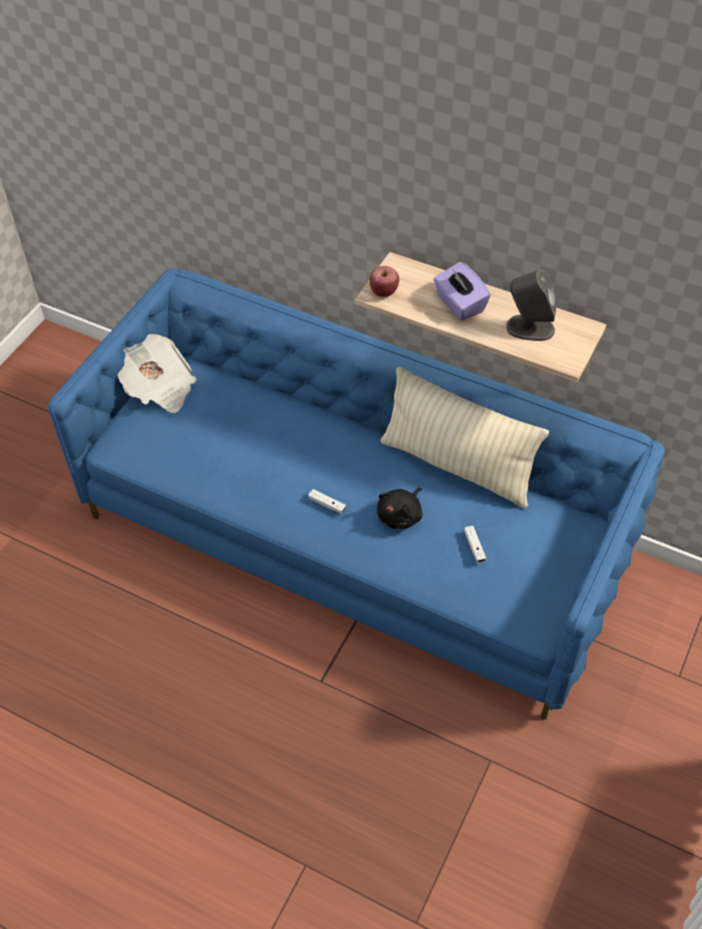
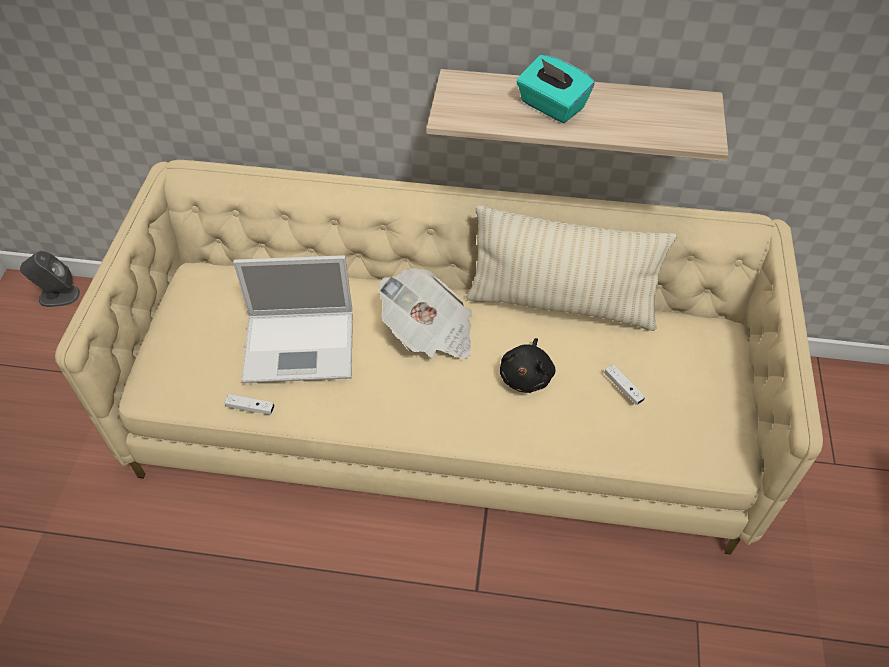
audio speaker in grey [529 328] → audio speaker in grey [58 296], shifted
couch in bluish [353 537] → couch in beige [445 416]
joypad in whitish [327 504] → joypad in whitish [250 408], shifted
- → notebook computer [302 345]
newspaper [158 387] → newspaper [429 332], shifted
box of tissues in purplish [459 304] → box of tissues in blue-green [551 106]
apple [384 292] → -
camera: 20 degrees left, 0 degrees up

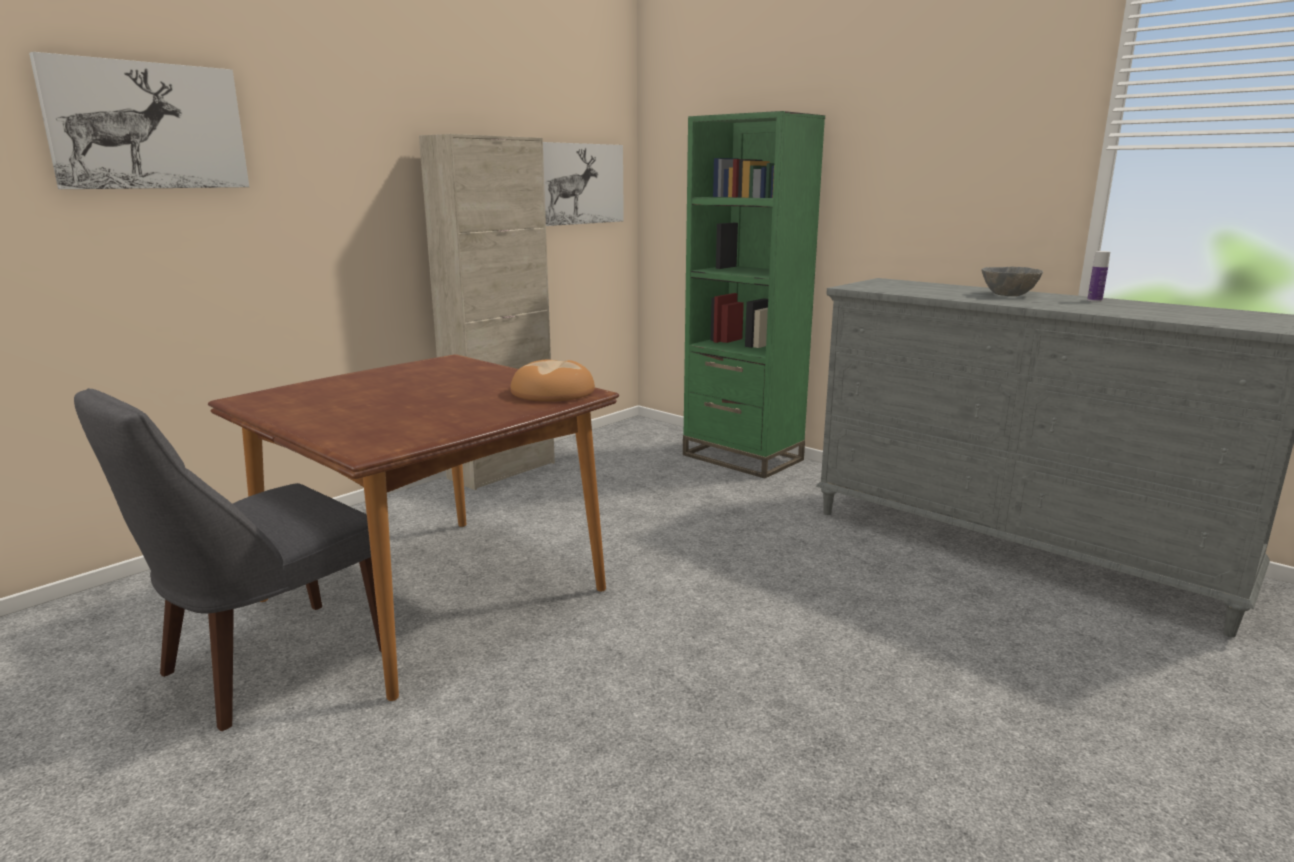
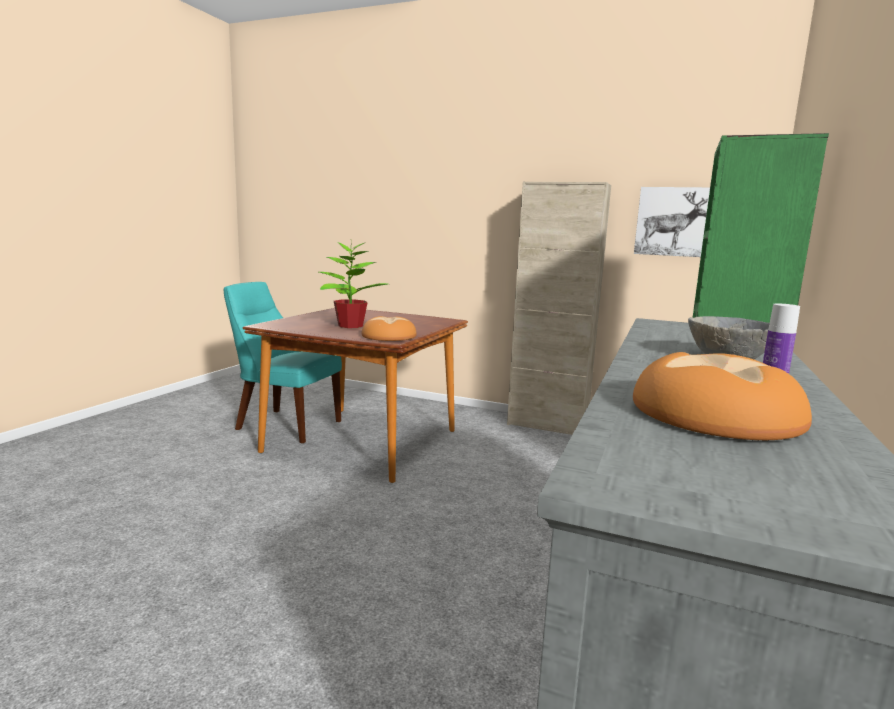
plain chair in grey [266 666] → plain chair in blue-green [285 425]
- → houseplant [349 326]
- → bakery bread [715 415]
picture [147 126] → -
camera: 70 degrees right, 5 degrees down

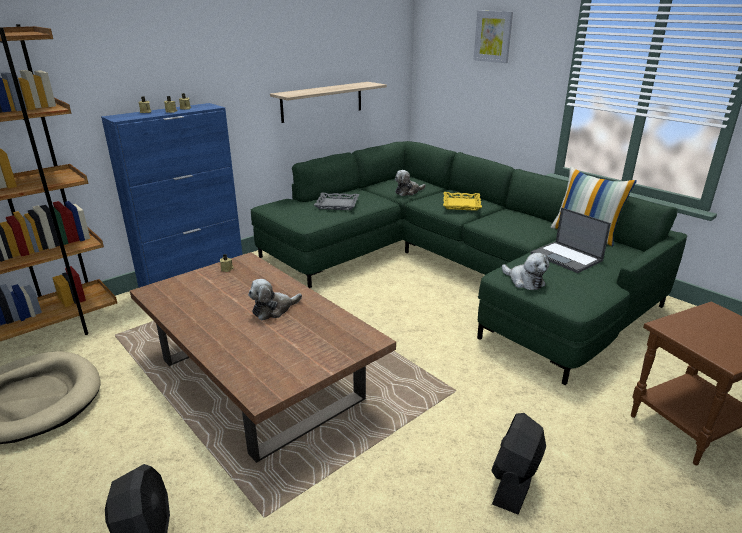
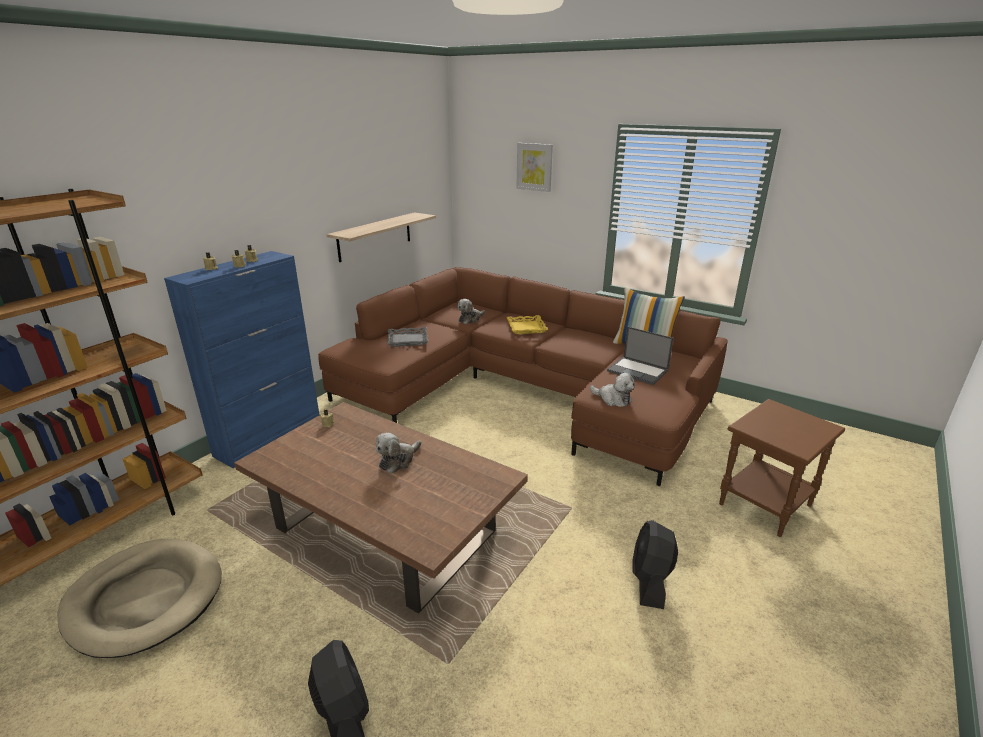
couch in green [451 269] → couch in brown [523 389]
camera: 15 degrees left, 0 degrees up

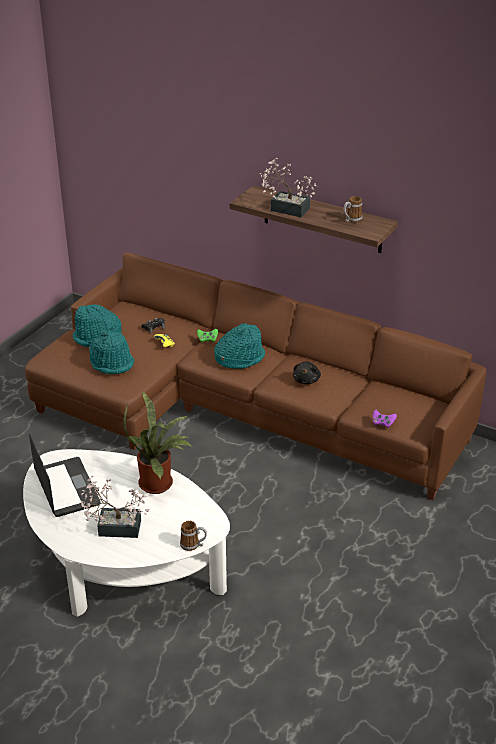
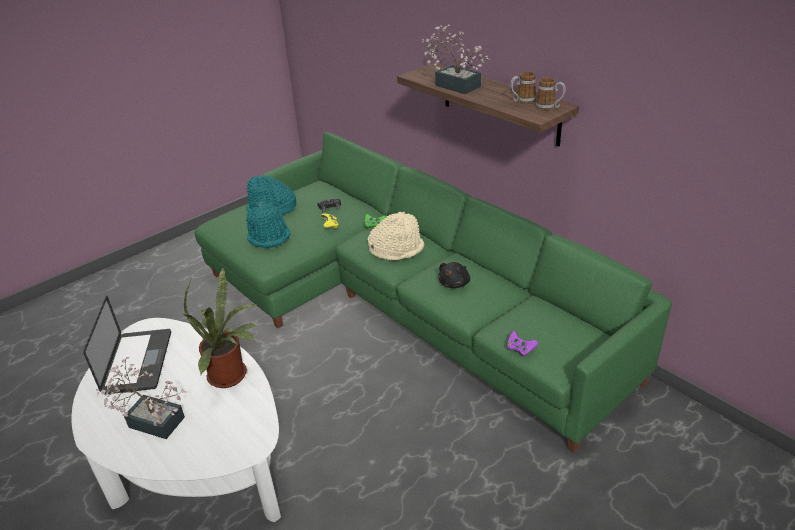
couch in brown [238 408] → couch in green [400 302]
hat in blue-green [239 358] → hat in beige [396 249]
coffee mug [193 545] → coffee mug [549 107], shifted
camera: 20 degrees right, 0 degrees up

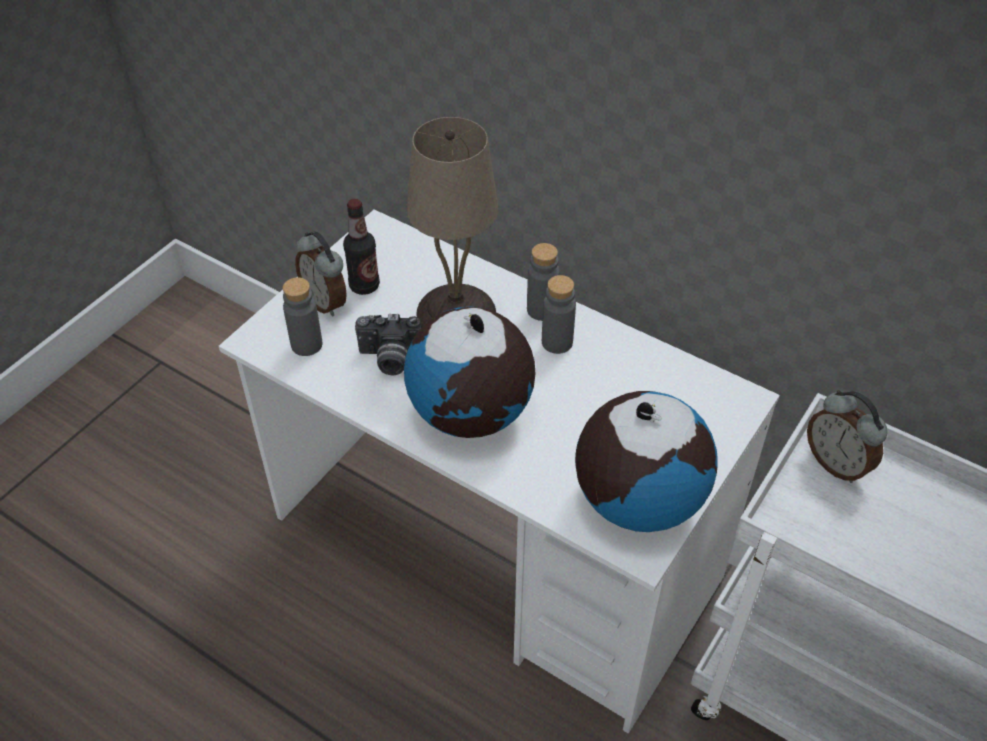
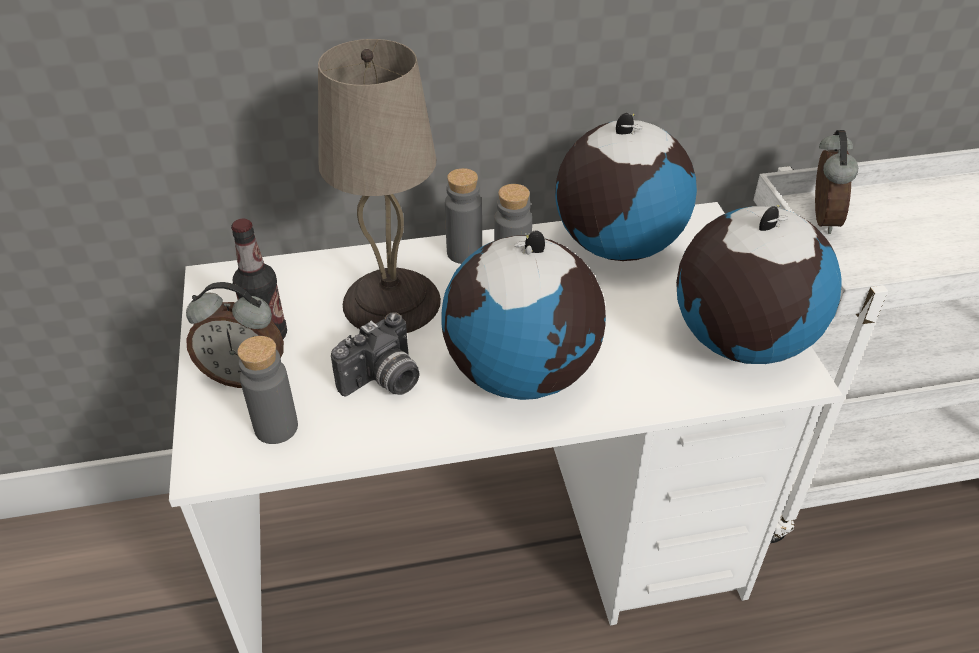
- → world globe [616 245]
bedside clock [836 463] → bedside clock [820 219], 90 degrees counterclockwise
camera: 45 degrees left, 5 degrees down

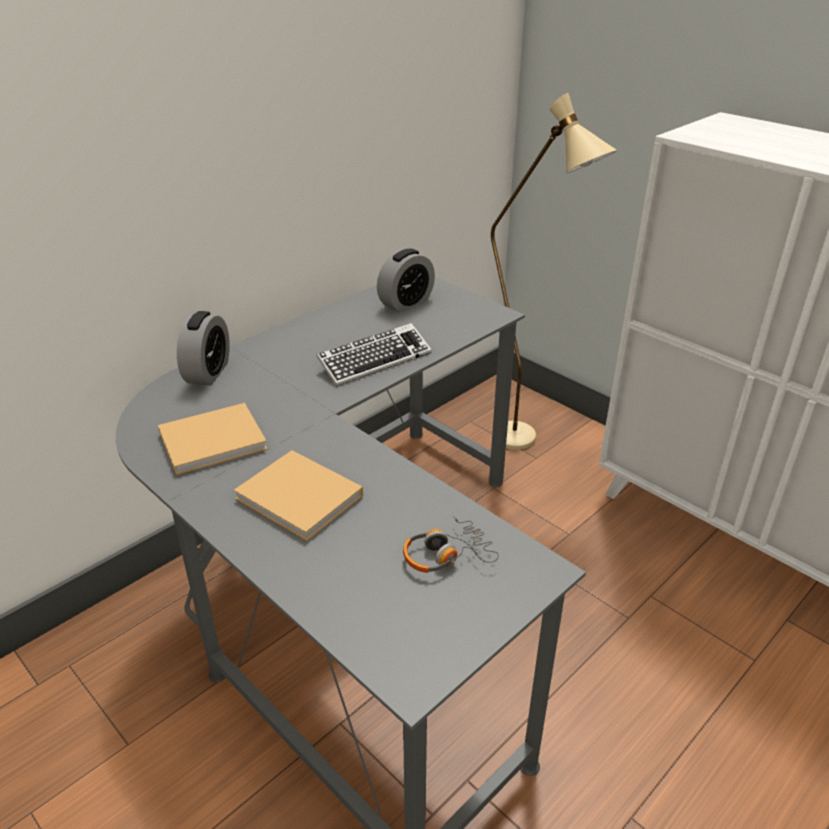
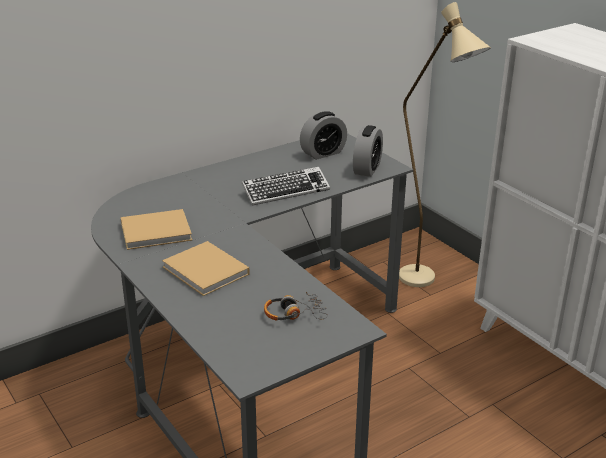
bedside clock [208 373] → bedside clock [367 169], shifted
camera: 10 degrees right, 5 degrees down

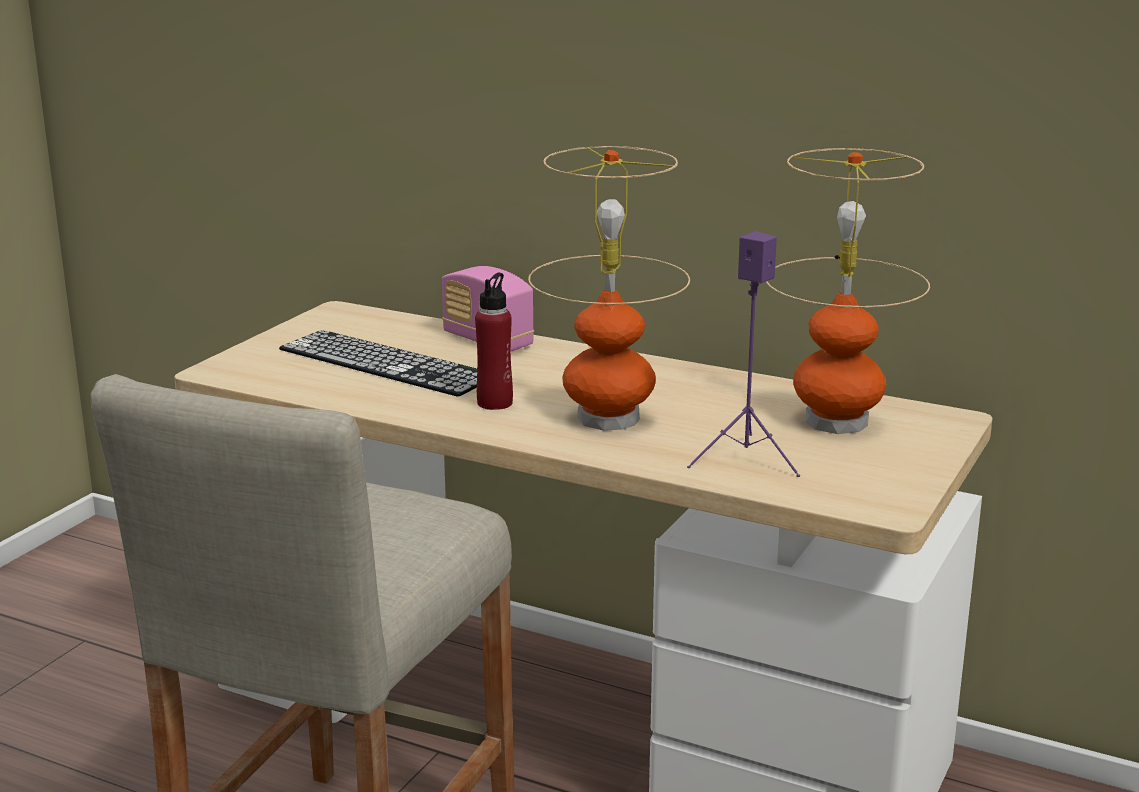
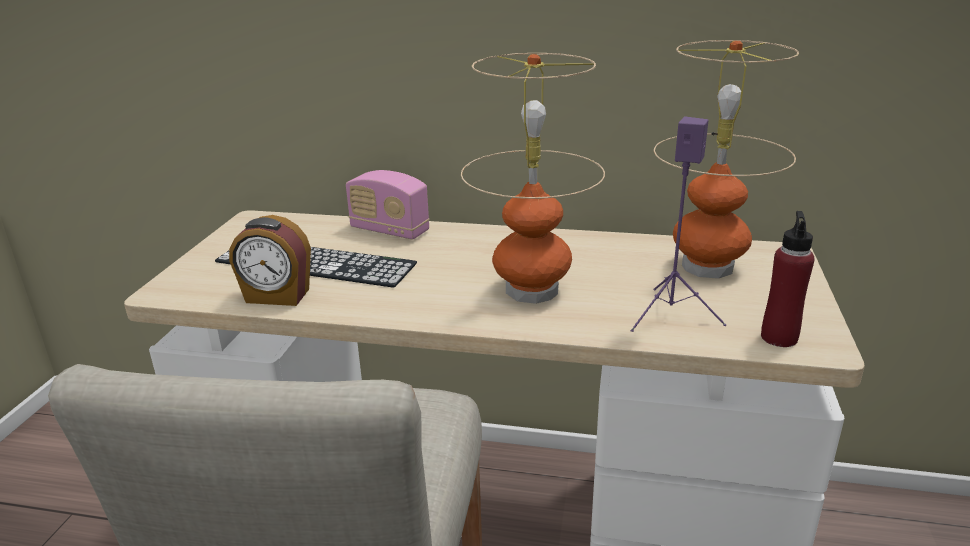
- → bedside clock [277 296]
beverage bottle in reddish [495 403] → beverage bottle in reddish [779 337], shifted
camera: 15 degrees left, 5 degrees up

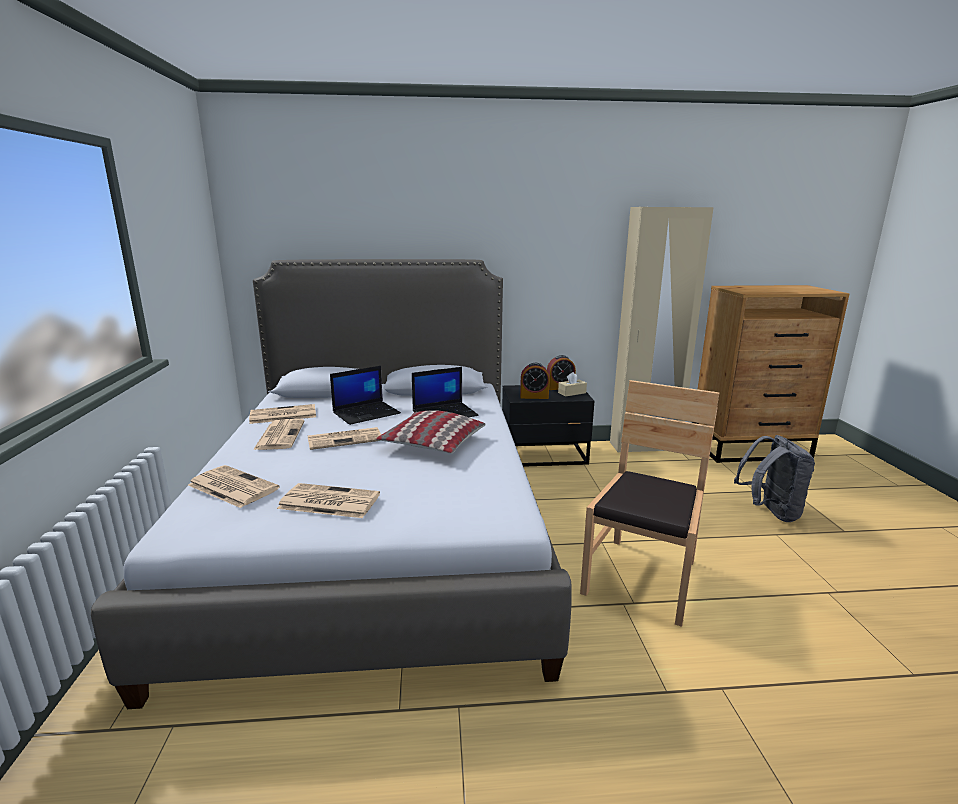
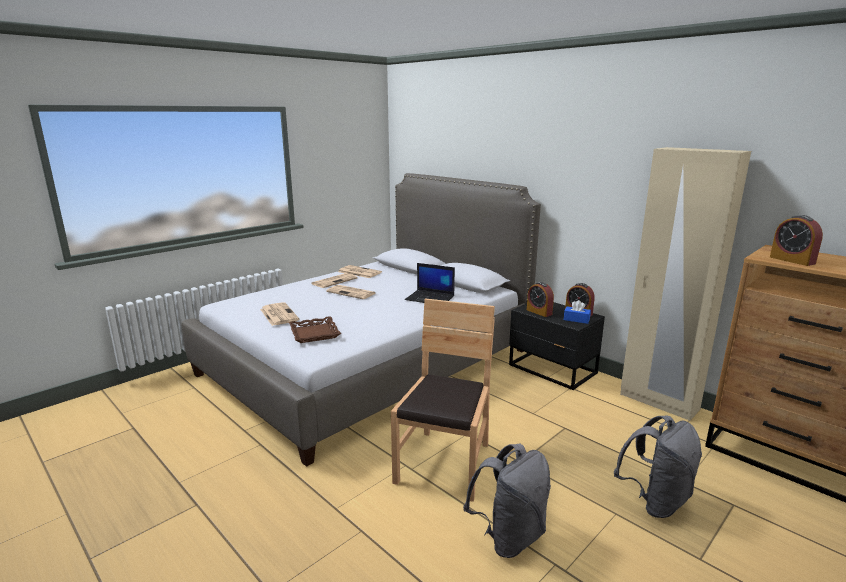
- → serving tray in brown [314 333]
plain chair in brown [642 578] → plain chair in brown [445 463], 60 degrees counterclockwise
- → knapsack in grey [509 537]
box of tissues in beige [572 393] → box of tissues in bluish [576 319]
- → bedside clock [792 260]
newspaper [231 487] → -
notebook computer [367 413] → -
cushion [432 444] → -
camera: 50 degrees right, 0 degrees up

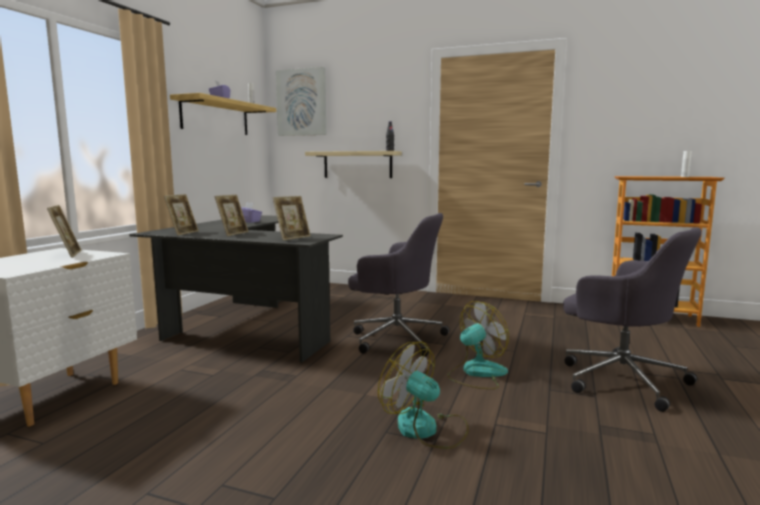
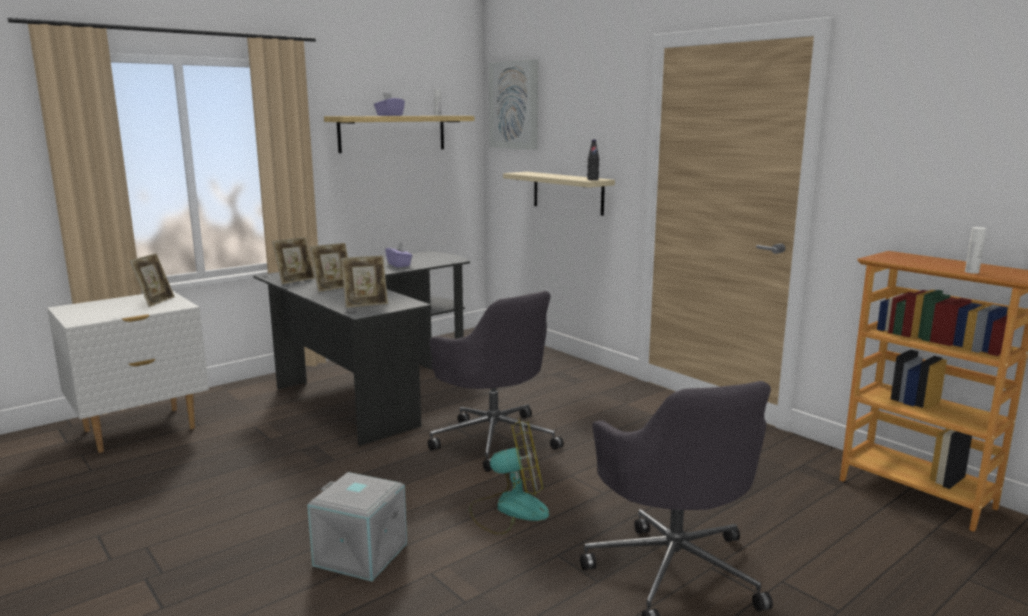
cooling fan [426 429] → storage bin in grey [359 555]
camera: 30 degrees right, 5 degrees up

